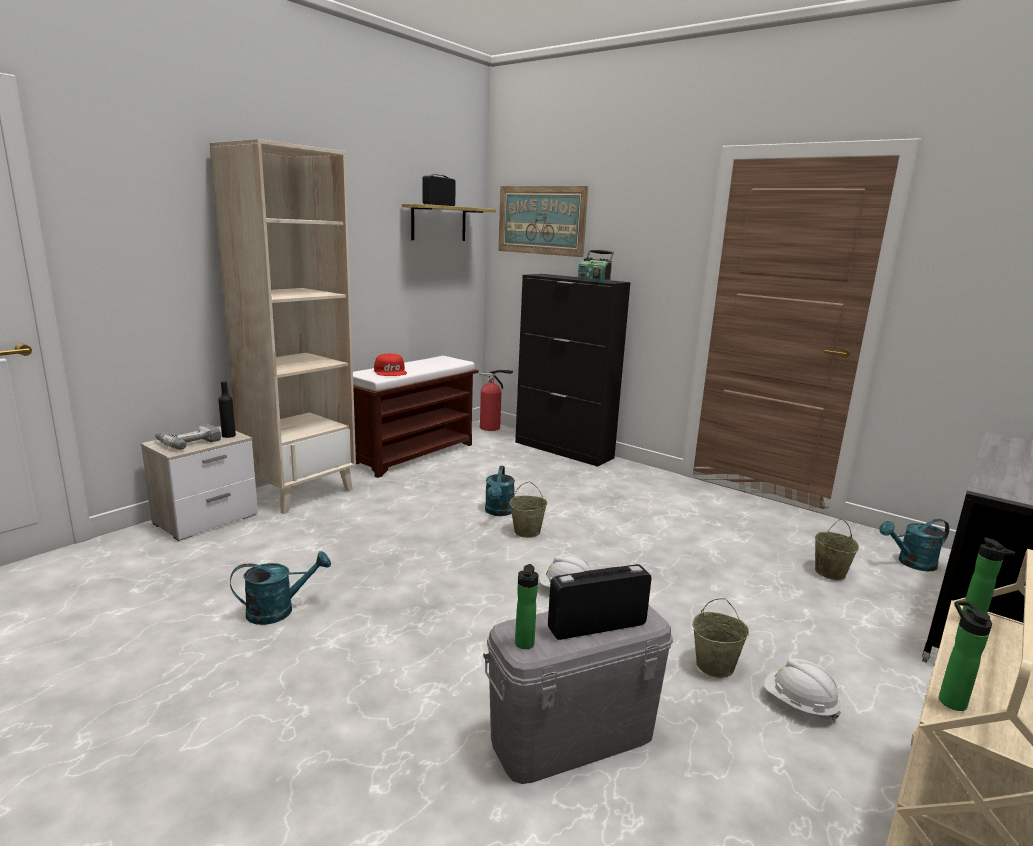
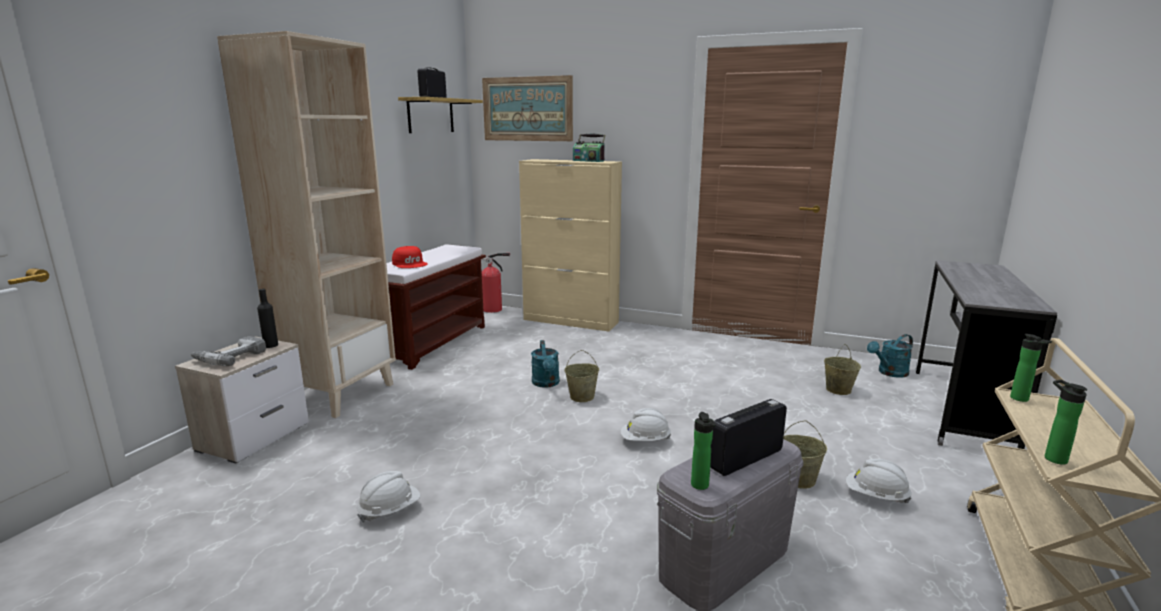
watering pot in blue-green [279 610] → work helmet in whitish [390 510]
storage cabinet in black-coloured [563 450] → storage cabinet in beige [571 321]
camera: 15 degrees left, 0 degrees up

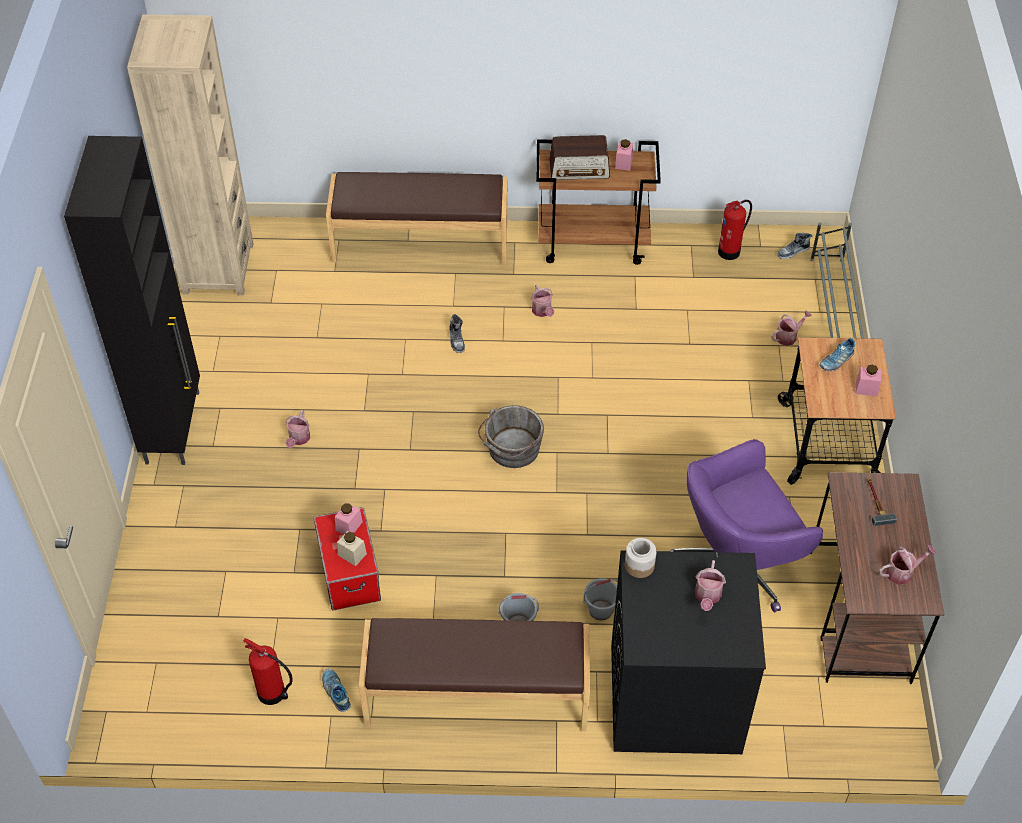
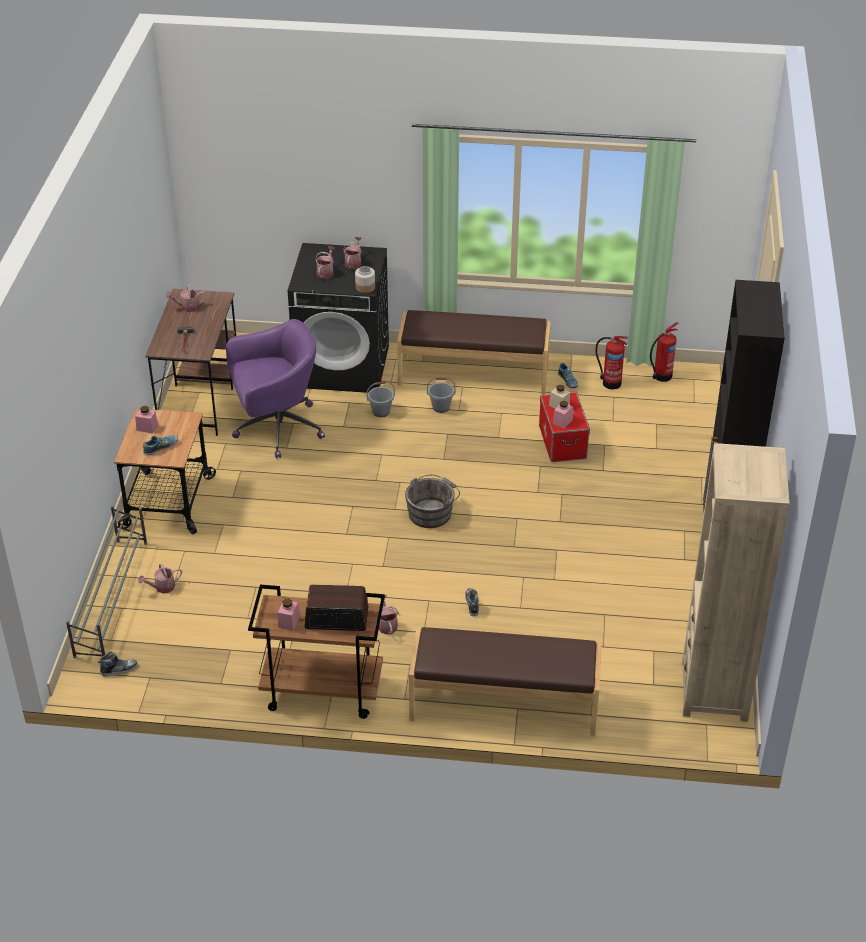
watering pot [298 439] → watering pot [353 262], shifted
fire-fighting cylinder [730 251] → fire-fighting cylinder [661 376], shifted
camera: 175 degrees left, 10 degrees down

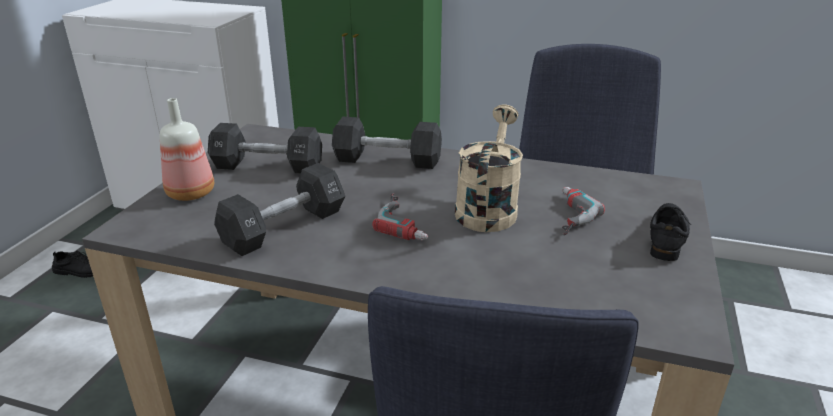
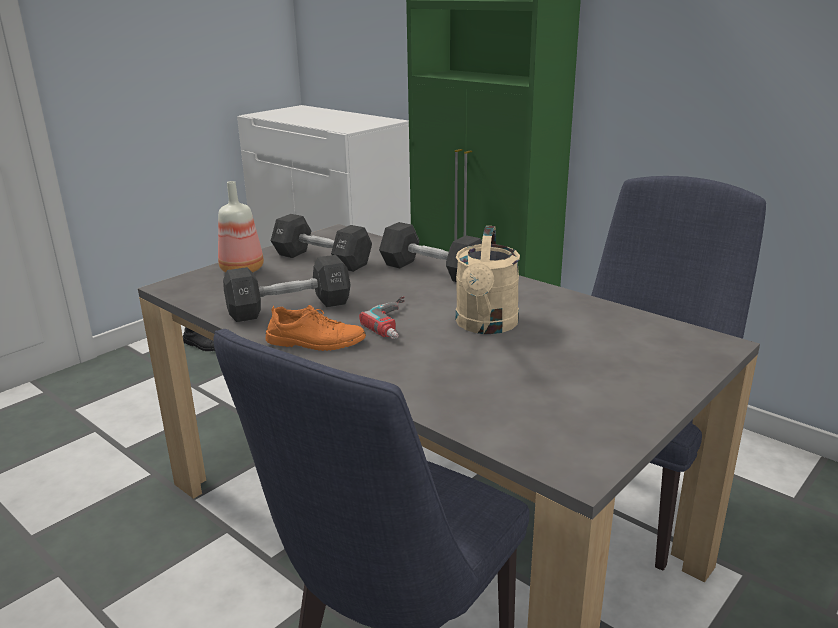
- → shoe in orangey [315 342]
watering pot in beige [487 208] → watering pot in beige [486 326], 150 degrees clockwise
power drill [564 215] → -
shoe in black-coloured [667 237] → -
camera: 25 degrees right, 5 degrees down

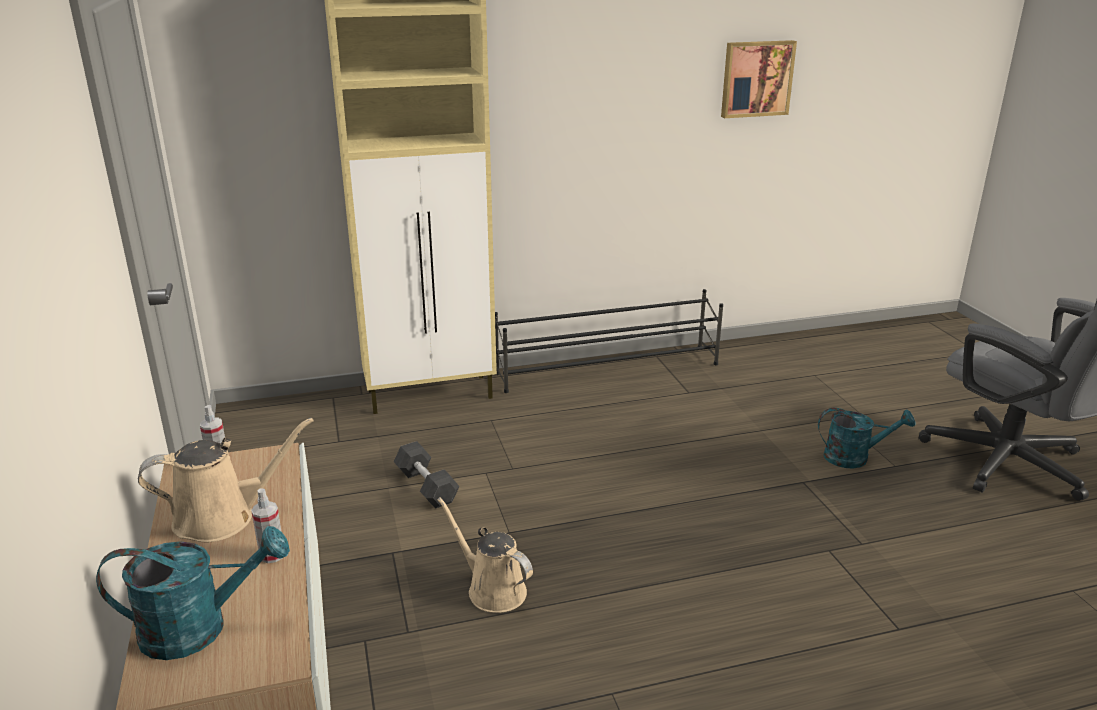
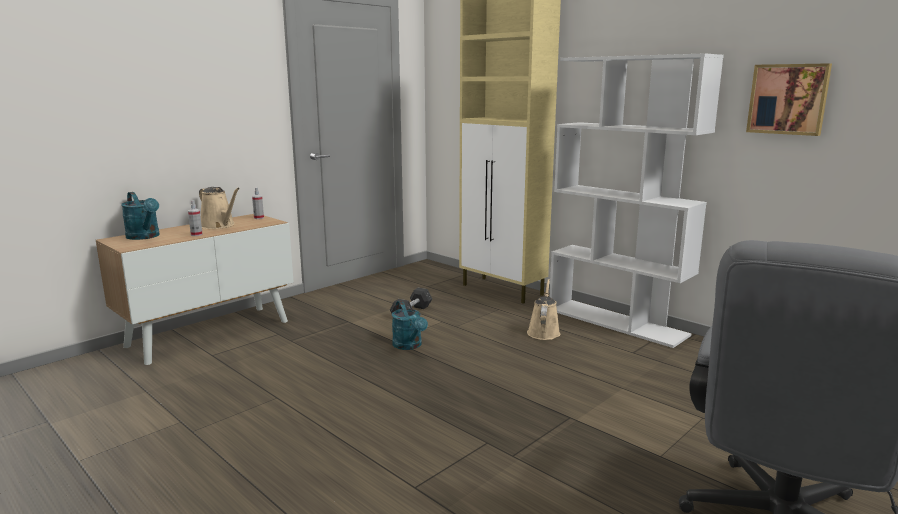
watering pot in blue-green [854 457] → watering pot in blue-green [409 346], shifted
watering pot in beige [492 589] → watering pot in beige [543 332], shifted
shoe shelf in black-coloured [609 369] → bookshelf in whitish [617 322]
camera: 60 degrees right, 10 degrees down

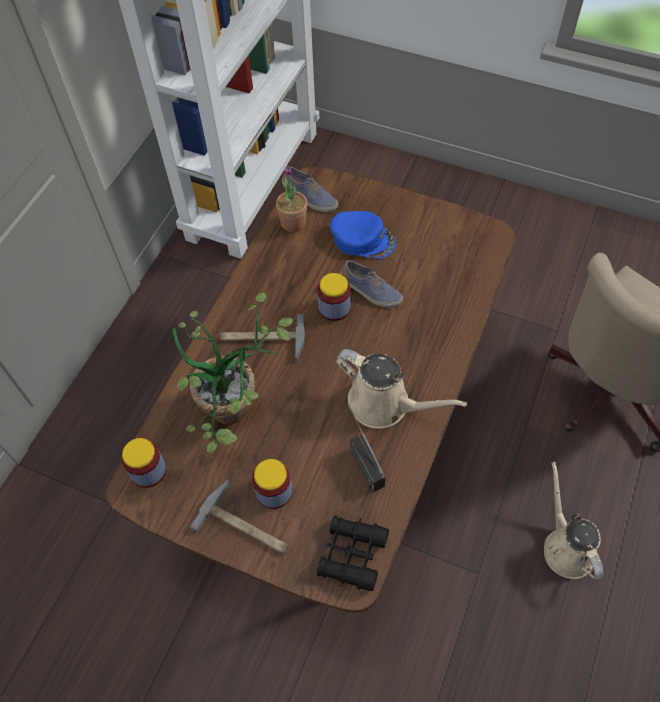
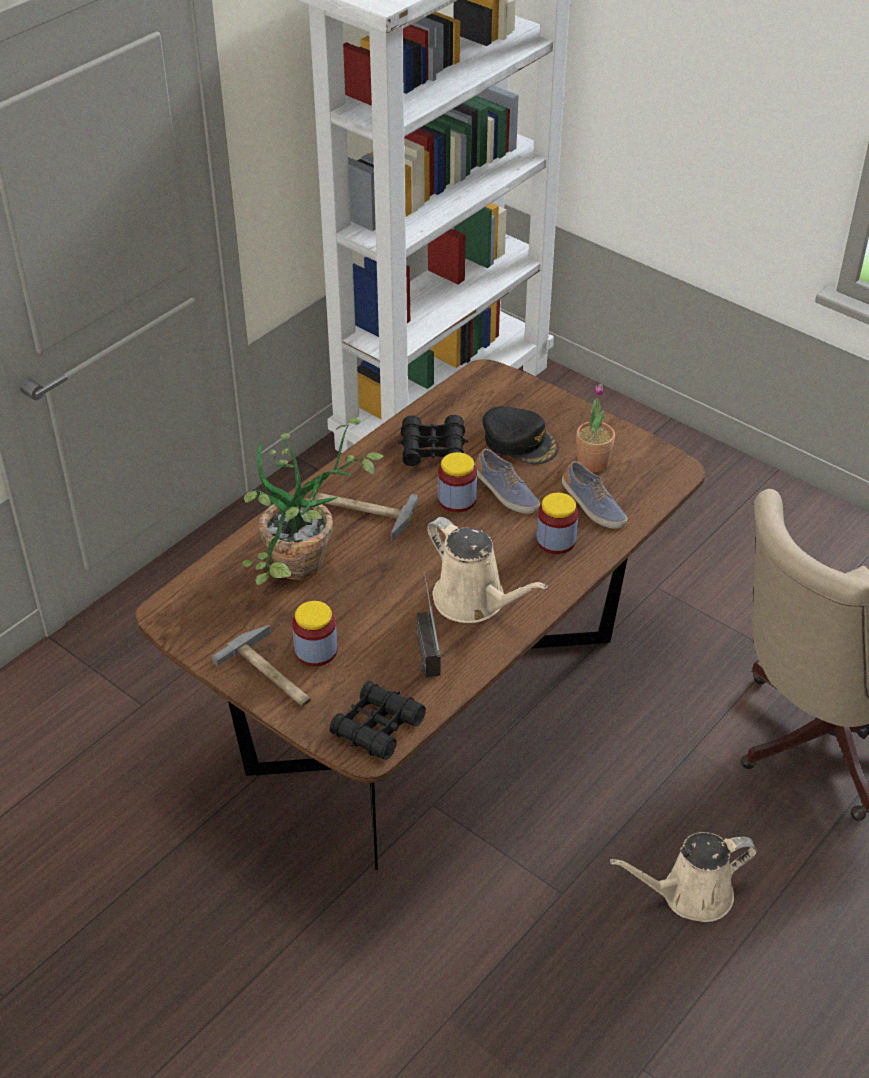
- → field glasses in black-coloured [433 449]
peaked cap in bluish [363 238] → peaked cap in black-coloured [520 441]
preserve jar [148 471] → preserve jar [556 540], shifted
shoe [309 198] → shoe [592 507], shifted
houseplant [293 223] → houseplant [593 462], shifted
watering pot in beige [566 547] → watering pot in beige [690 895], 105 degrees counterclockwise
camera: 15 degrees right, 15 degrees down

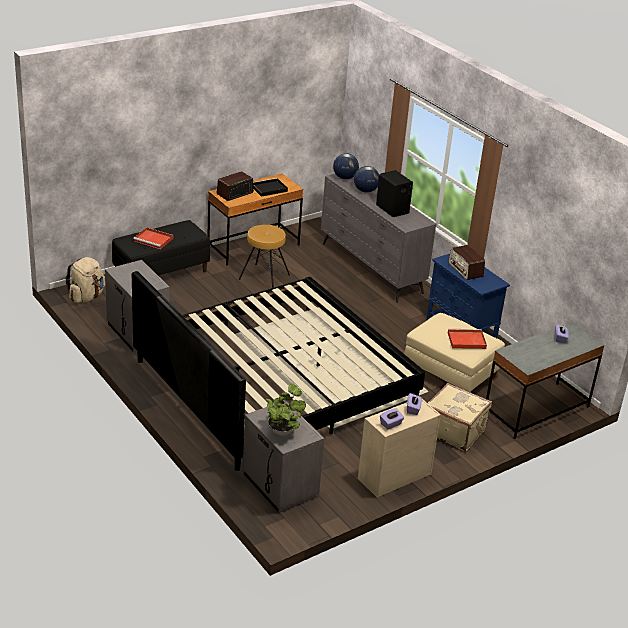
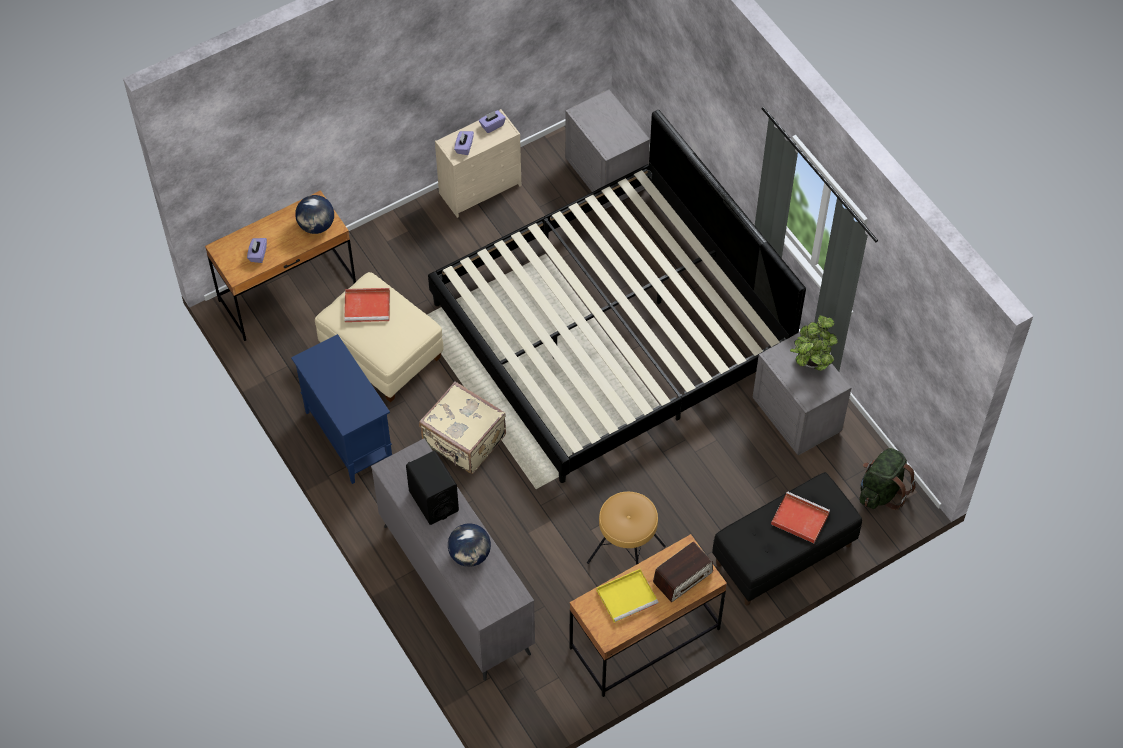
desk unit in grey [536 410] → desk unit in brown [287 293]
world globe [345 177] → world globe [316 226], shifted
suitcase in beige [454 430] → suitcase in beige [463 441], shifted
serving tray in black-coloured [268 189] → serving tray in yellowish [627 596]
houseplant [282 430] → houseplant [811 362], shifted
knapsack in beige [86 296] → knapsack in green [881 491]
radio set [465 270] → -
camera: 175 degrees left, 25 degrees up

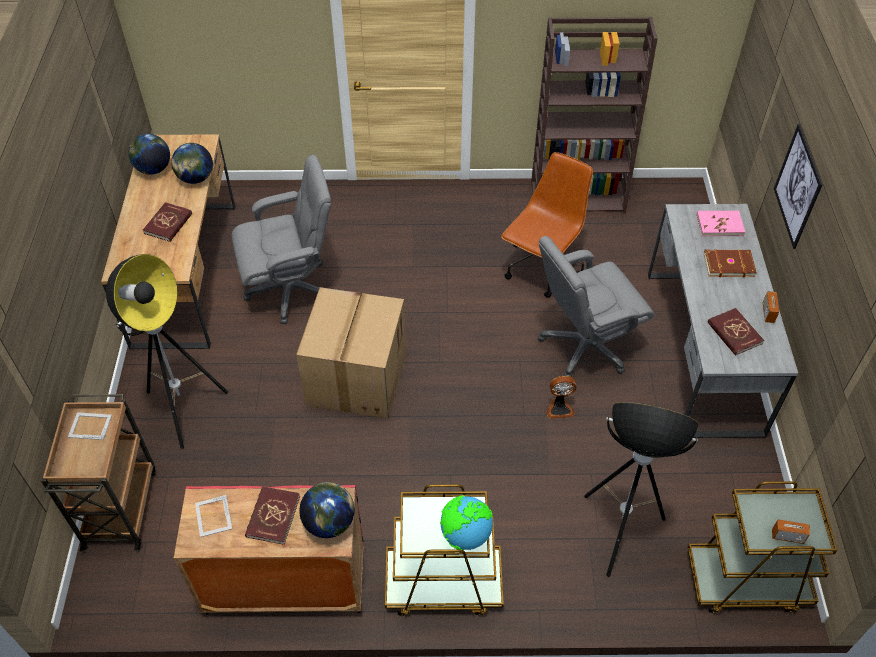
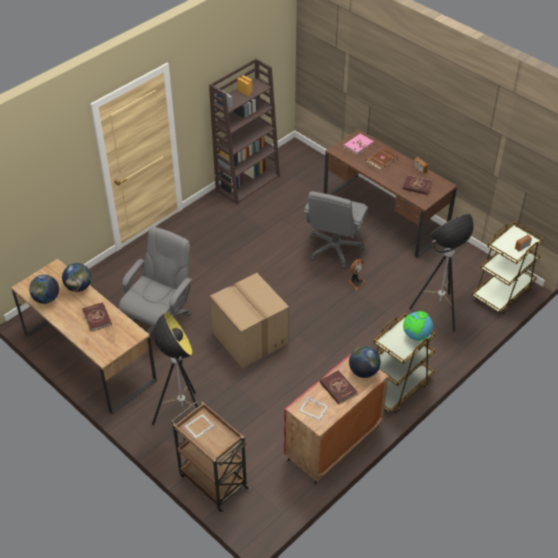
desk unit in grey [702 350] → desk unit in brown [384 215]
desk chair in brown [542 268] → -
picture [797 186] → -
camera: 45 degrees left, 5 degrees down

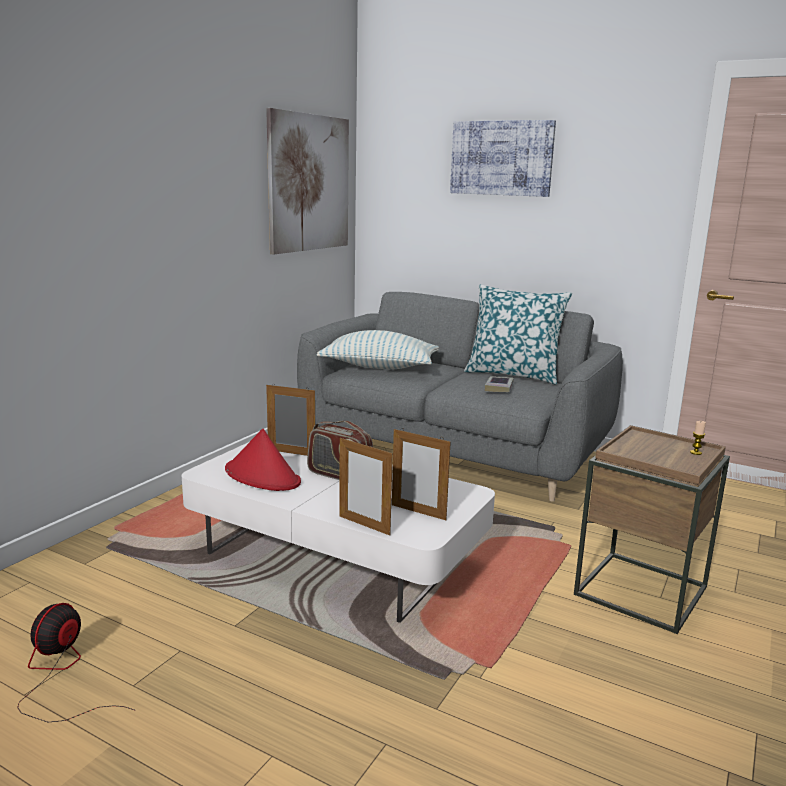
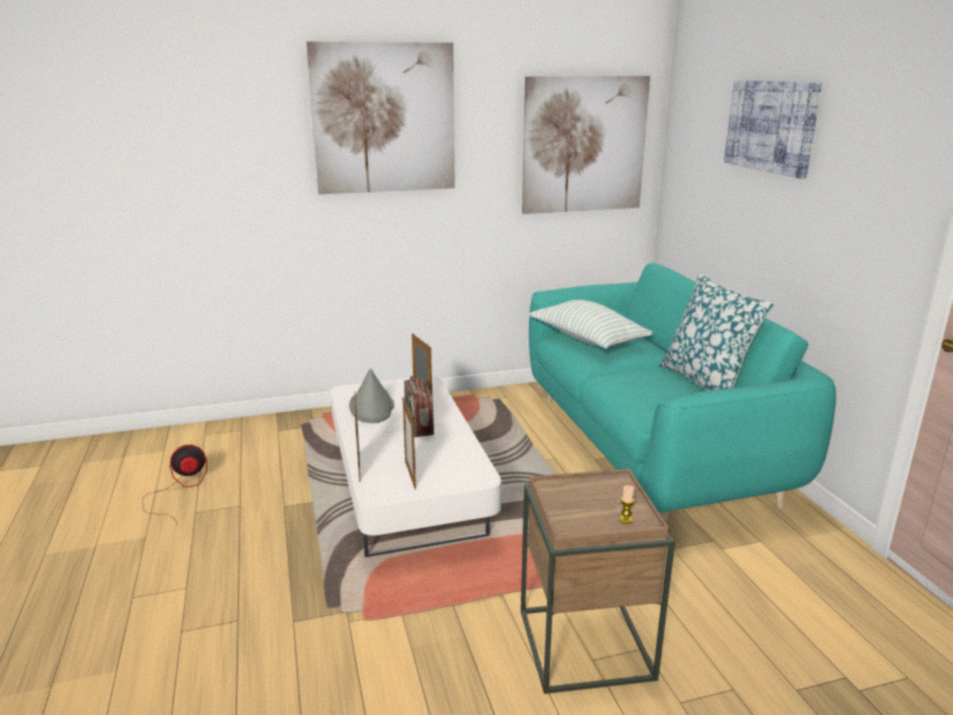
- → picture [384 119]
hat in reddish [262 476] → hat in grey [372 407]
couch in grey [453 453] → couch in blue-green [649 447]
book [499 387] → -
camera: 45 degrees right, 5 degrees up

